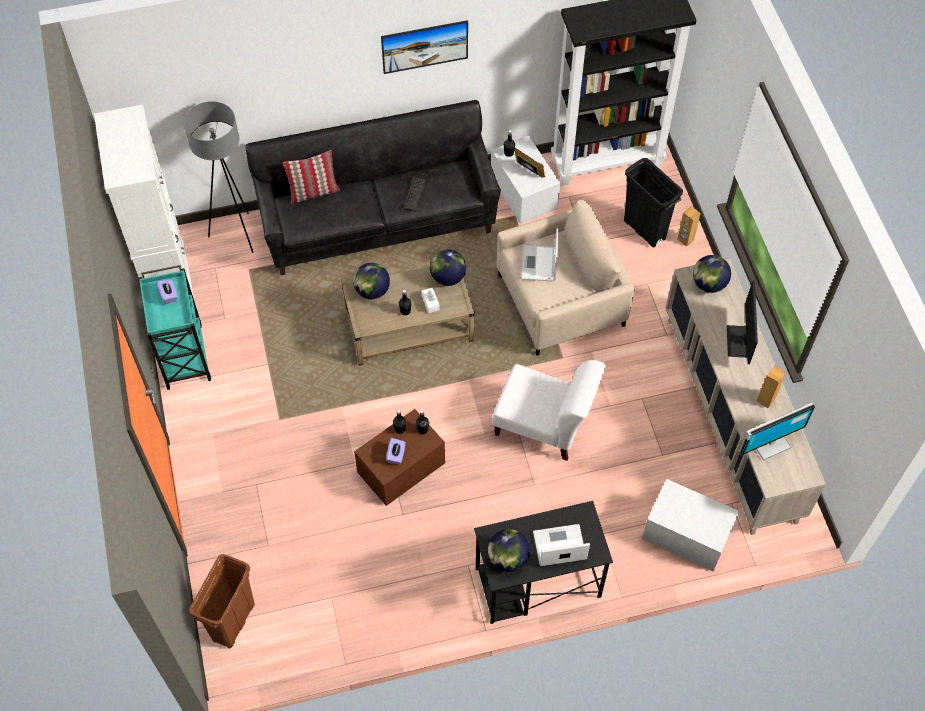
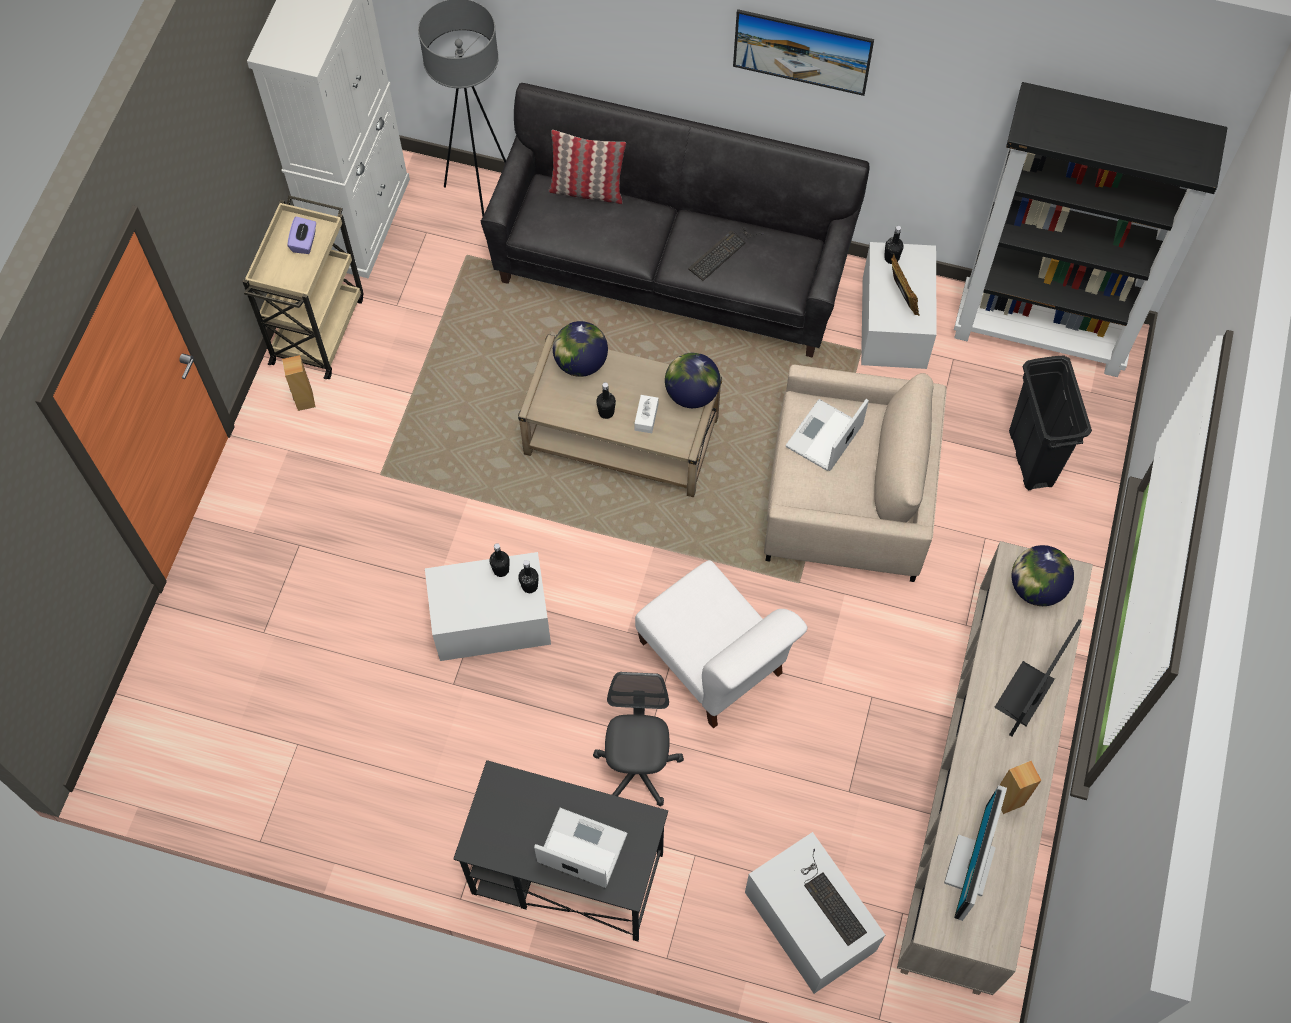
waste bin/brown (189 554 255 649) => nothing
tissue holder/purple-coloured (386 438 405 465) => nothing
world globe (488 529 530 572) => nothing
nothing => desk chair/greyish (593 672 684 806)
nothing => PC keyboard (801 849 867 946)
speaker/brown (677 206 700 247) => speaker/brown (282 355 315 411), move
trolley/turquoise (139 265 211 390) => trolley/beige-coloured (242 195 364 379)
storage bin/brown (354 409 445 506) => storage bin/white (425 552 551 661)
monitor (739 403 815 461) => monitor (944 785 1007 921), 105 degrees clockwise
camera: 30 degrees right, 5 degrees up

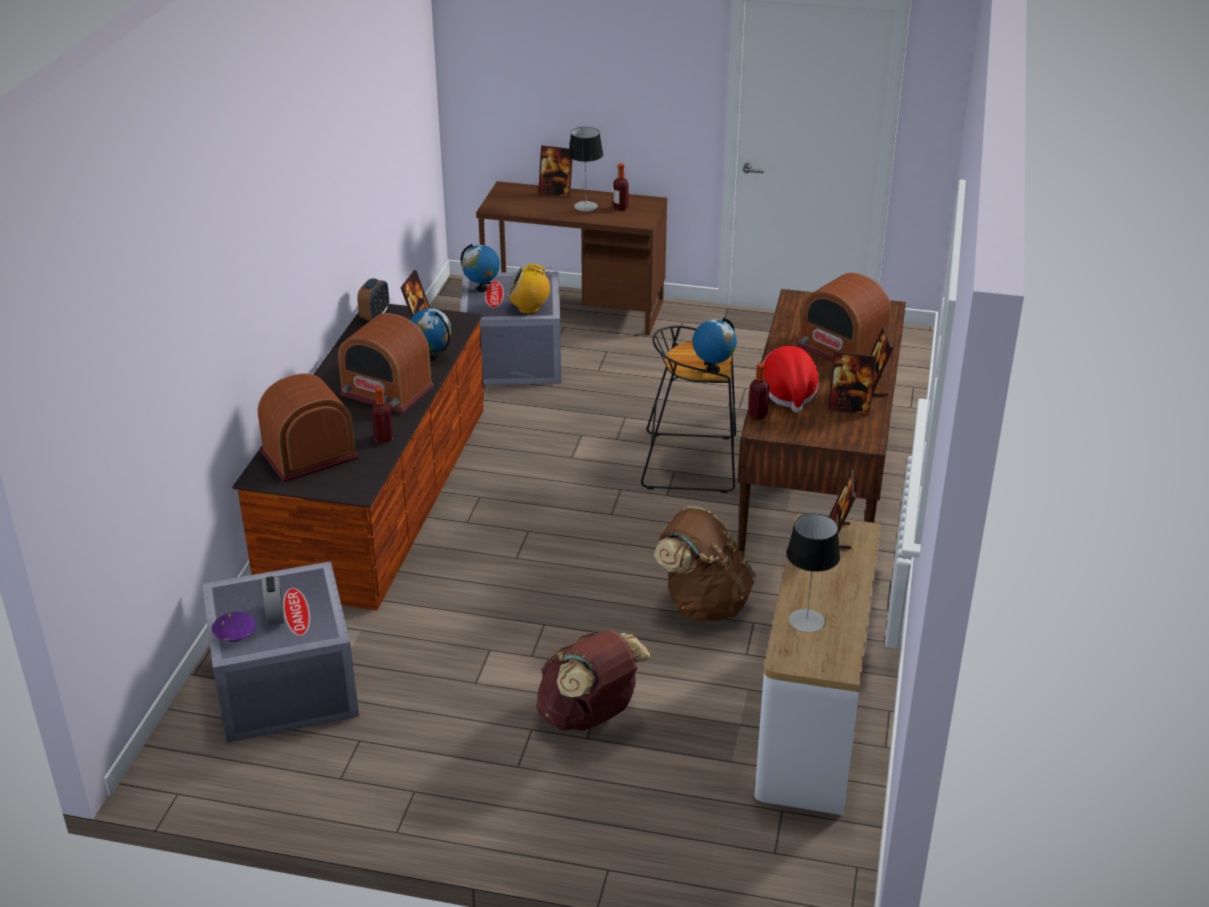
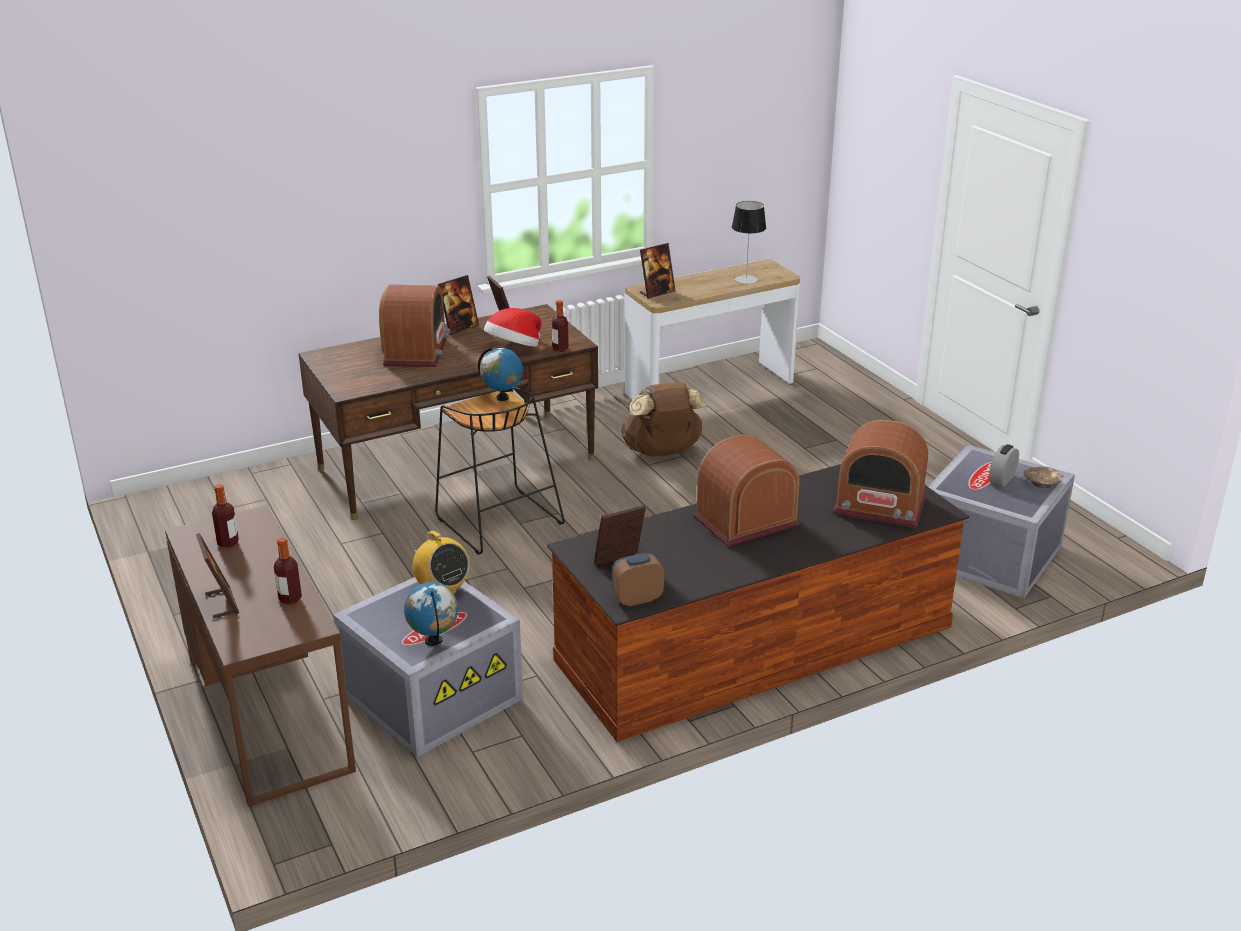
world globe (410 308 451 361) => nothing
knapsack/brown (536 631 651 731) => nothing
table lamp (568 127 603 212) => nothing
beverage bottle (371 387 393 443) => beverage bottle (274 537 302 605), move
bowl/purple-coloured (212 612 256 642) => bowl/brown (1024 467 1062 488)
radio (338 313 434 414) => radio (694 434 800 547), 105 degrees counterclockwise
camera: 130 degrees left, 5 degrees down

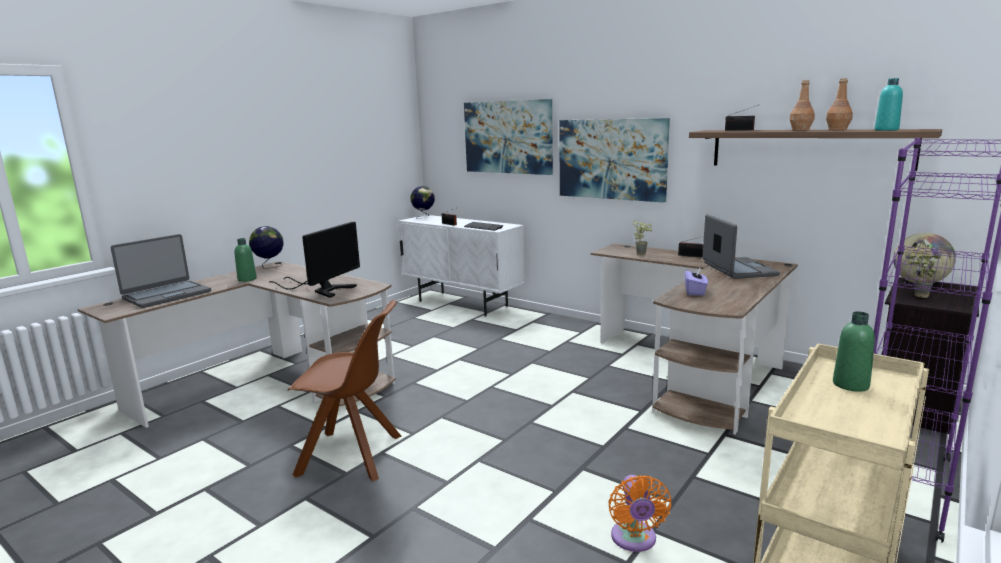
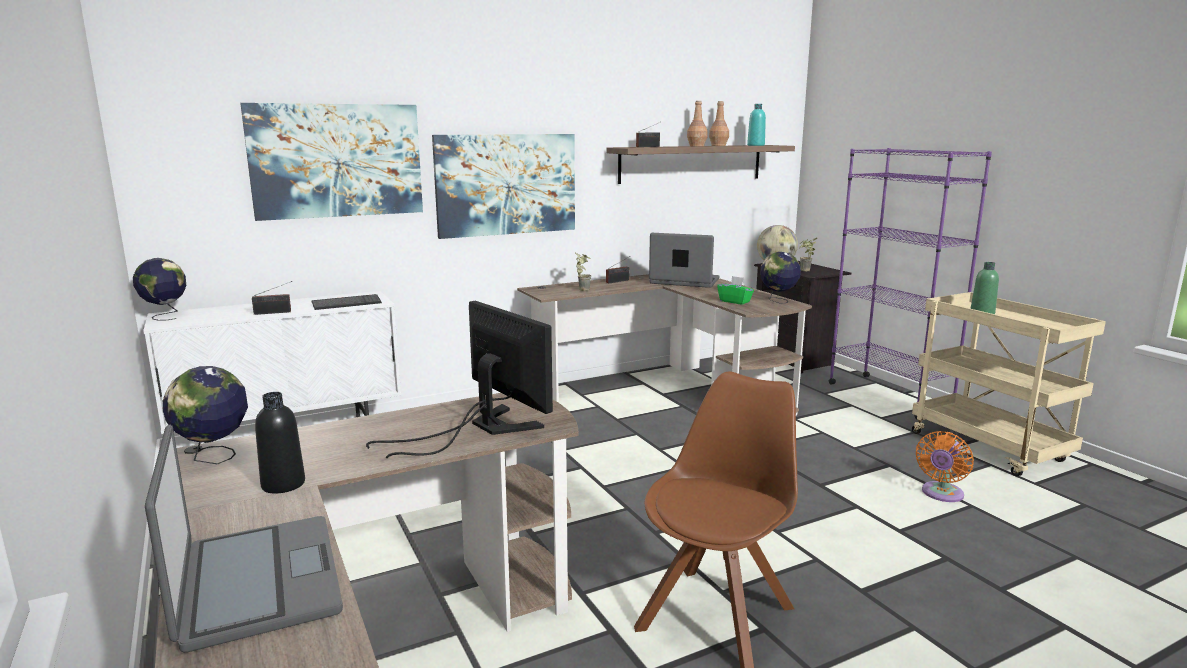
nothing => world globe (760 252 801 304)
beverage bottle/green-coloured (234 238 257 282) => beverage bottle/black (255 392 305 494)
tissue holder/purple-coloured (685 268 708 295) => tissue holder/green-coloured (717 276 754 305)
electric fan/orange (608 475 671 552) => electric fan/orange (916 431 974 502), 105 degrees clockwise
camera: 65 degrees left, 0 degrees up

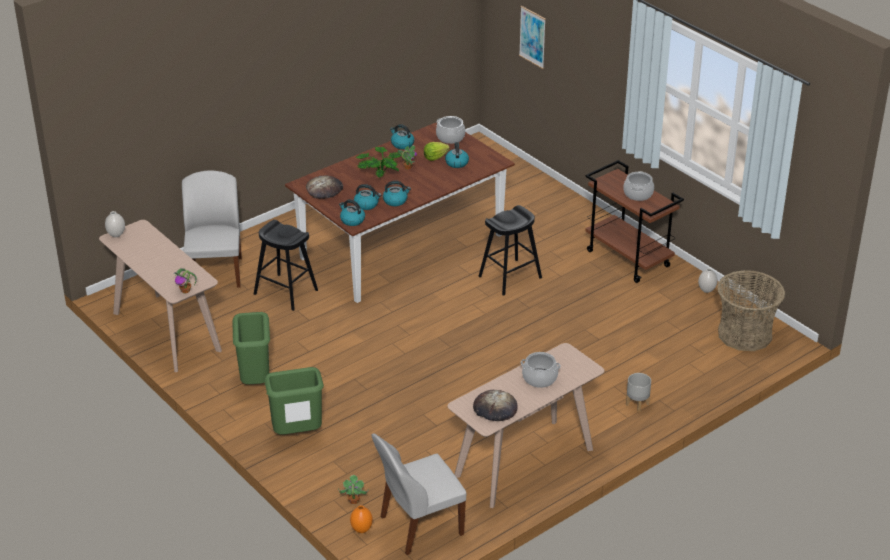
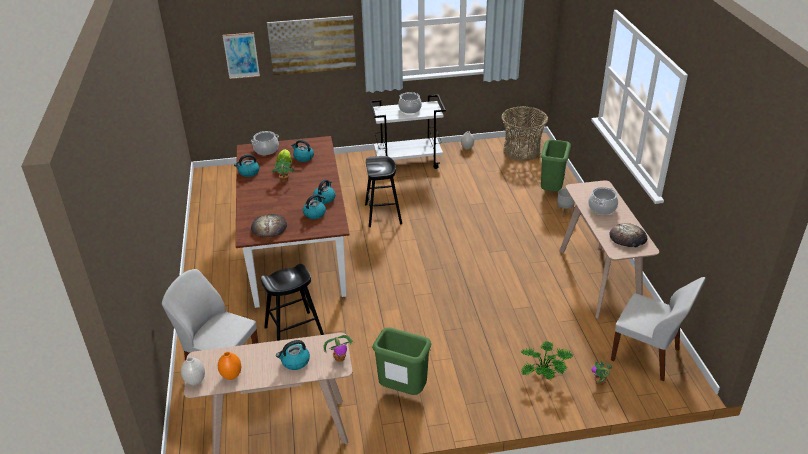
nothing => wall art (267 15 356 75)
waste bin/green-coloured (264 367 324 435) => waste bin/green-coloured (541 139 571 192), move
tea kettle (339 199 365 226) => tea kettle (276 340 310 370), move
vase/orange (350 505 373 533) => vase/orange (218 352 241 380), move
plant in a pot (356 147 402 178) => plant in a pot (521 341 574 380), move
trolley/brown (585 160 684 283) => trolley/white (370 94 446 169)
plain chair/white (372 433 466 555) => plain chair/white (611 277 706 381), 60 degrees counterclockwise
camera: 60 degrees left, 0 degrees up

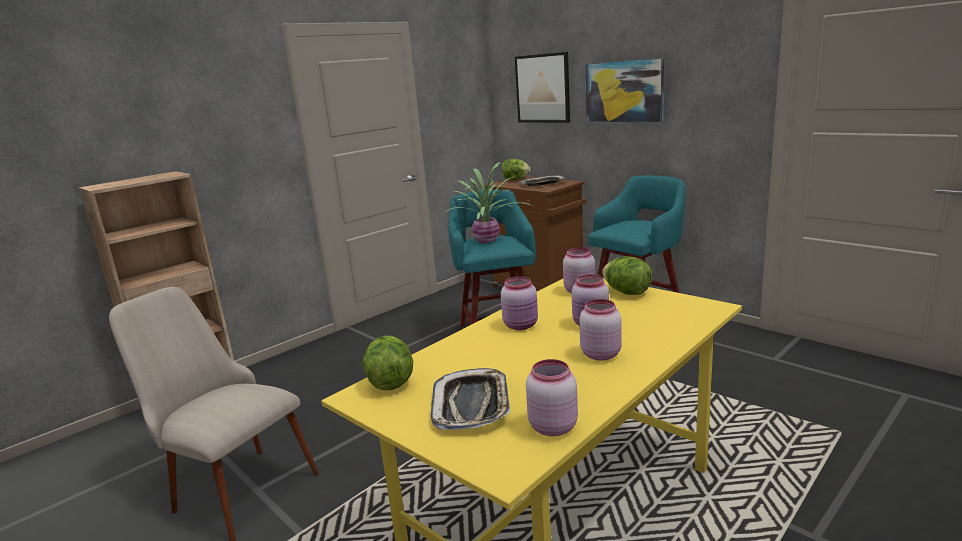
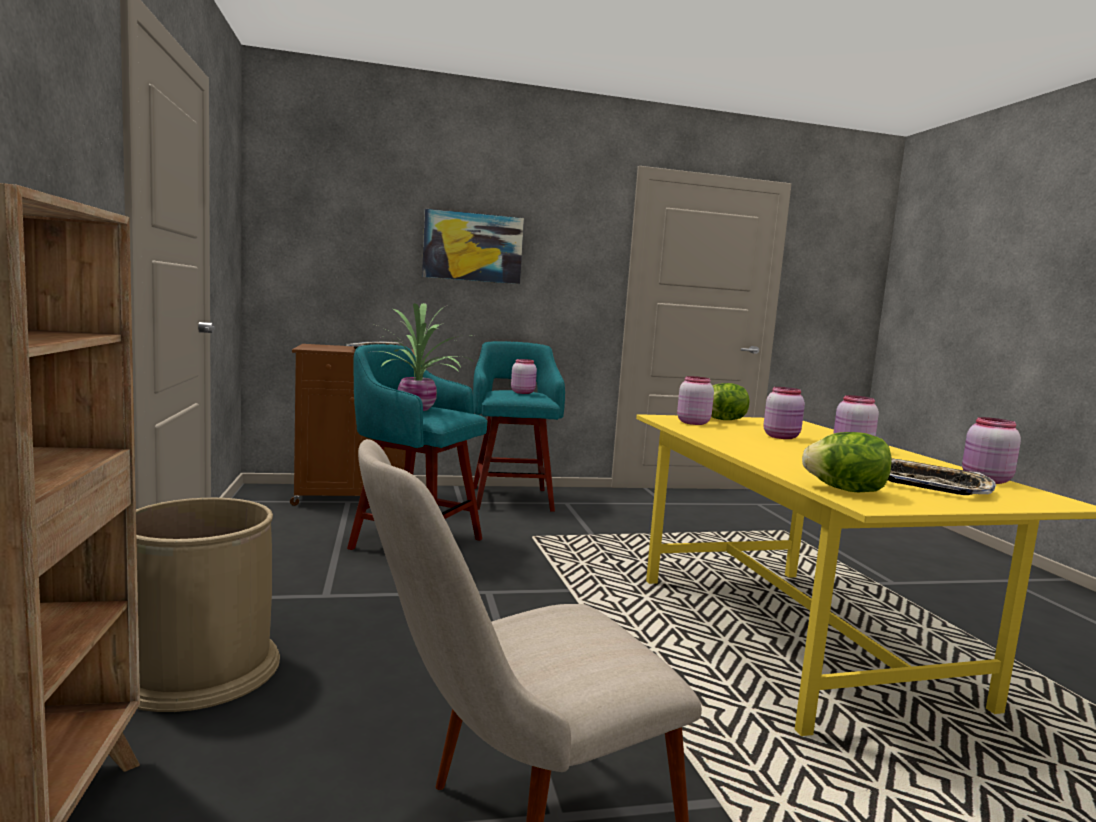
head of lettuce (502 159 531 180) => nothing
wall art (515 52 570 123) => nothing
nothing => waste bin/brown (136 498 280 712)
storage jar/pinkish (501 276 538 330) => storage jar/pinkish (511 359 537 394), move
camera: 60 degrees left, 10 degrees down

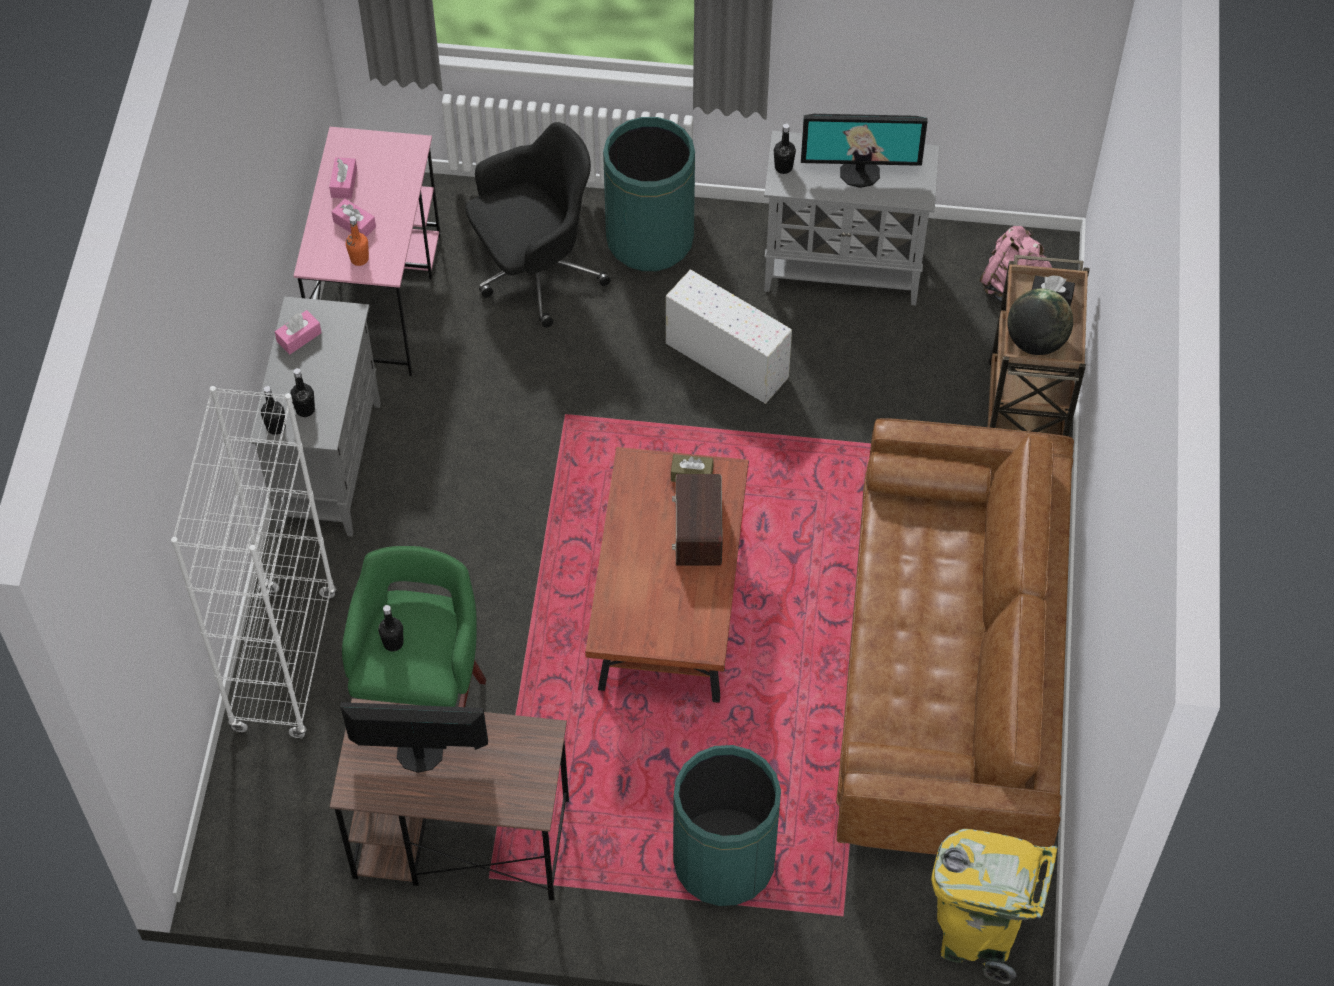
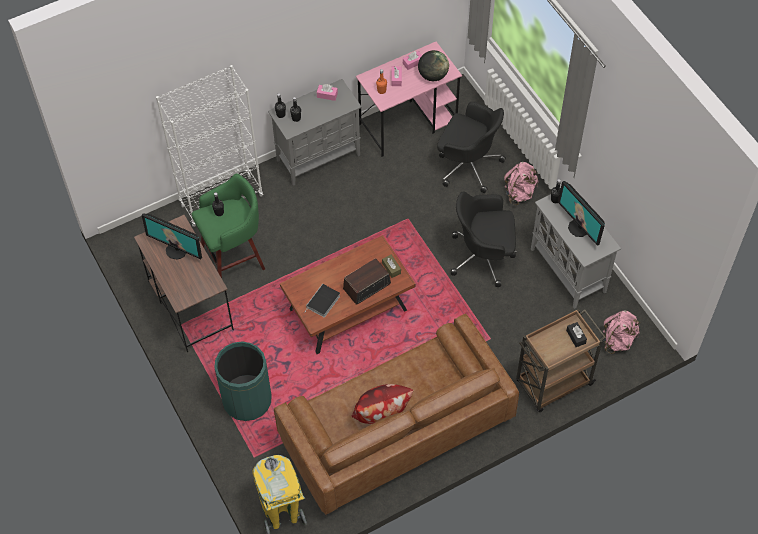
nothing => book (305 284 340 317)
nothing => pillow (352 384 414 424)
world globe (1007 289 1073 355) => world globe (418 50 449 81), move
waste bin/green-coloured (603 117 695 271) => knapsack/pinkish (504 162 539 205)
storage bin/white (666 270 792 404) => desk chair/black (451 191 517 287)
monitor (340 702 488 773) => monitor (142 214 202 260), 150 degrees clockwise
camera: 55 degrees right, 0 degrees up

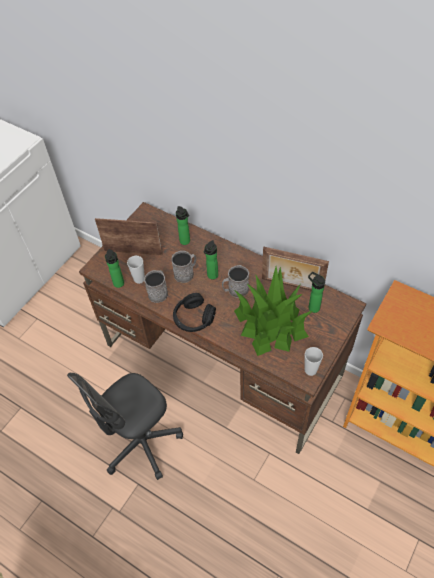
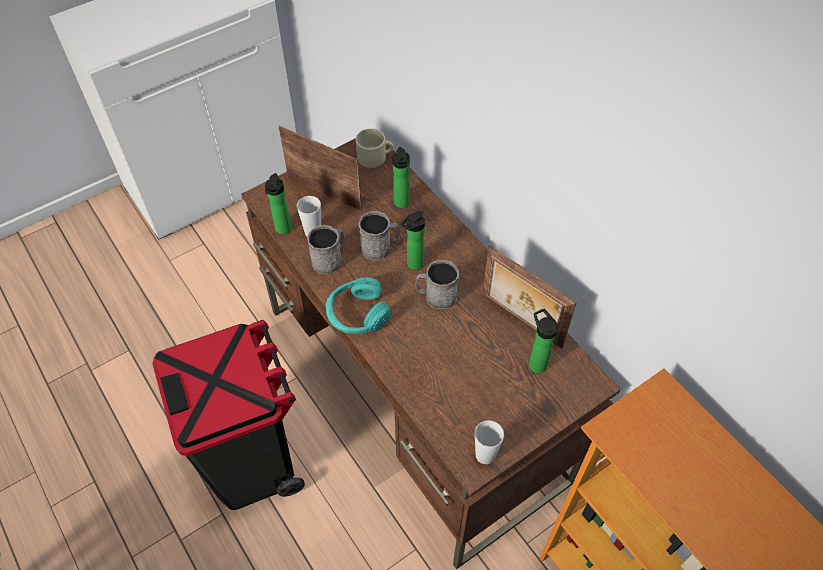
plant in a pot (234 266 312 356) => nothing
nothing => coffee mug/beige-coloured (356 129 394 168)
desk chair/greyish (67 373 183 480) => waste bin/black (153 320 305 510)
headset/black (173 293 216 332) => headset/turquoise (326 277 392 334)
camera: 20 degrees right, 0 degrees up

